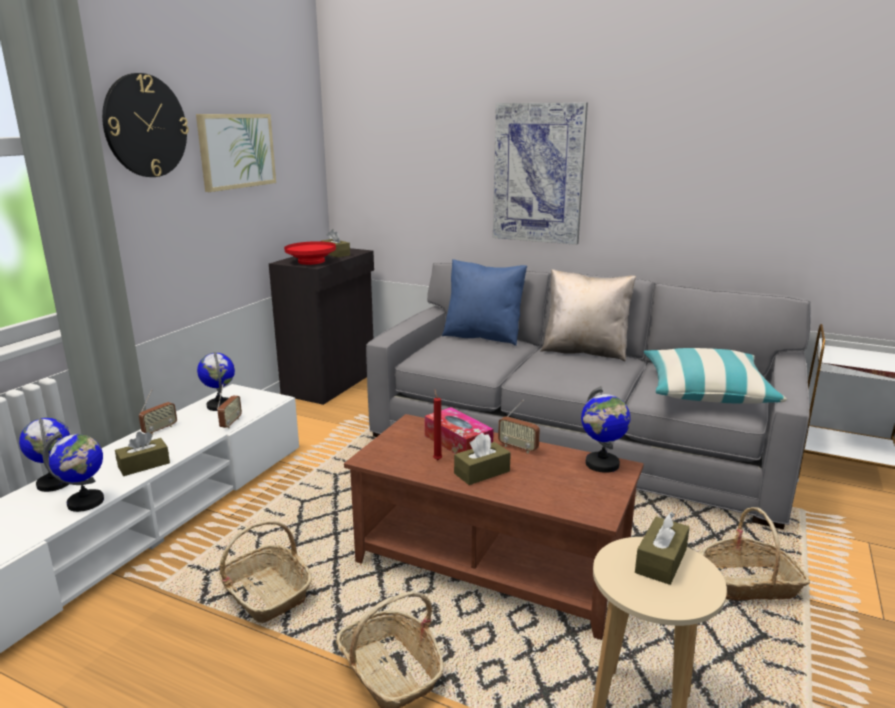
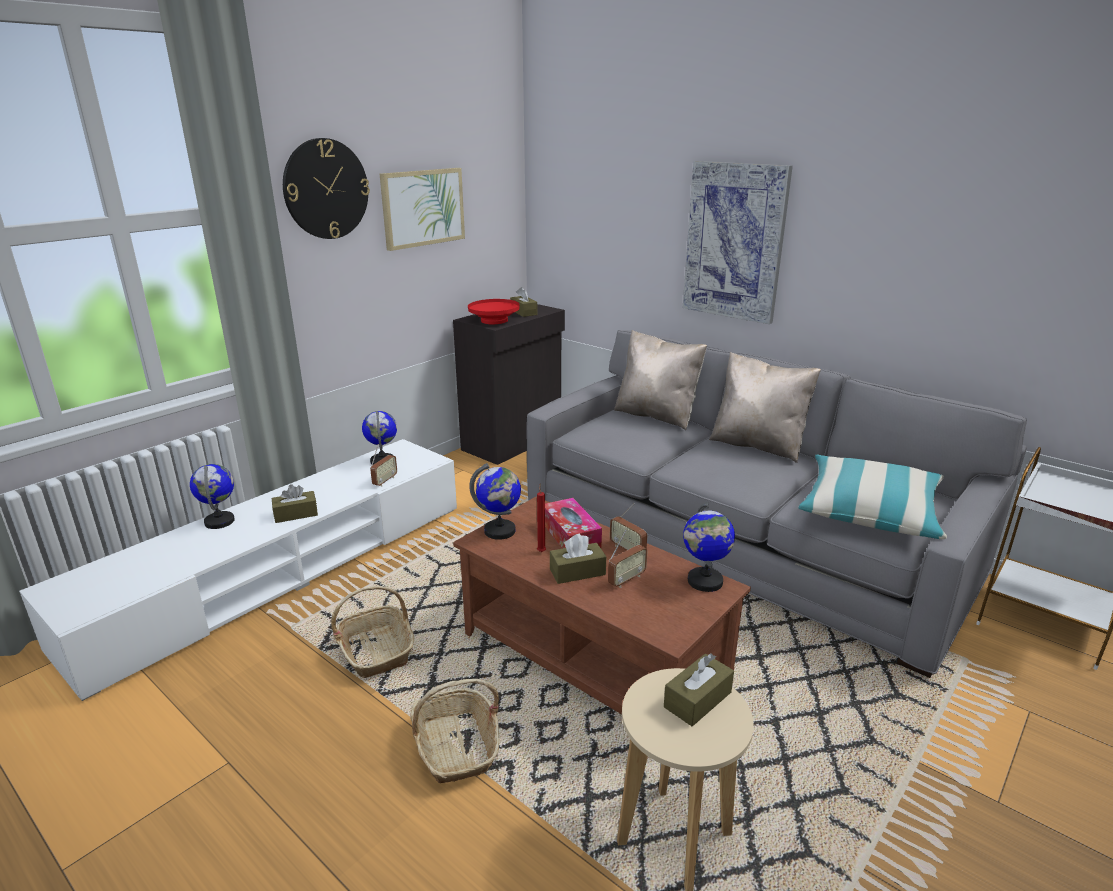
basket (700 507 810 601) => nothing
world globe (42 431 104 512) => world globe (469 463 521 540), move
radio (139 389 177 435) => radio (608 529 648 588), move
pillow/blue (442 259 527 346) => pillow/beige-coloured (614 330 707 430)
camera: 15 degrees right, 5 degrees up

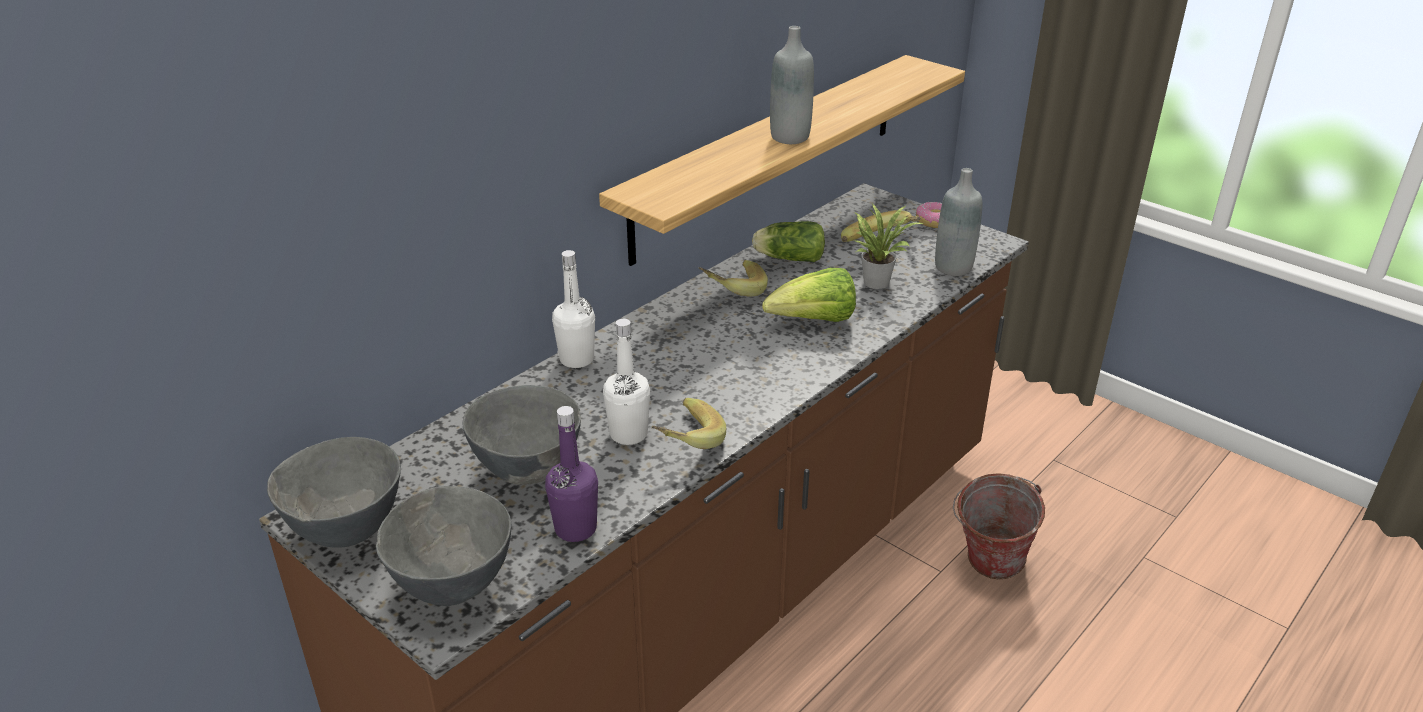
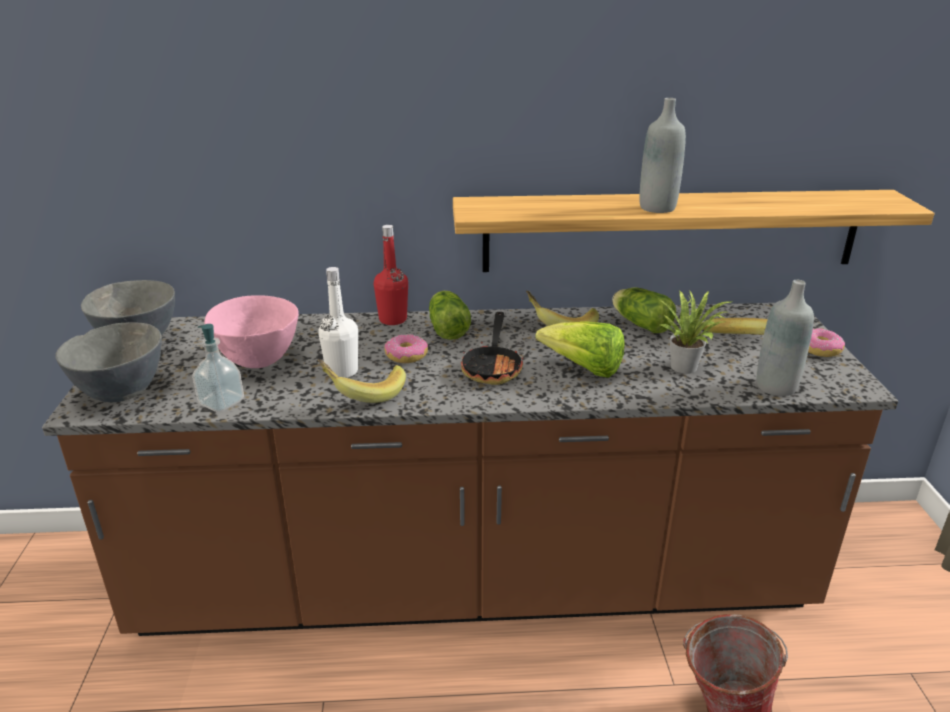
nothing => doughnut (384 334 428 363)
nothing => head of lettuce (429 291 471 340)
nothing => frying pan (461 312 523 385)
beverage bottle/purple-coloured (545 406 598 542) => soap bottle (192 324 244 413)
bowl/greyish (463 385 581 485) => bowl/pinkish (204 295 299 368)
beverage bottle/white (552 250 595 368) => beverage bottle/red (374 225 408 325)
camera: 45 degrees right, 5 degrees down

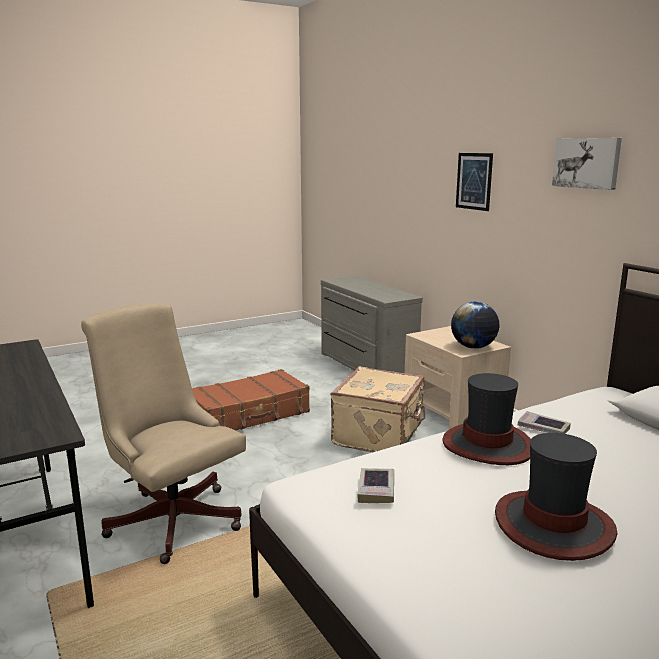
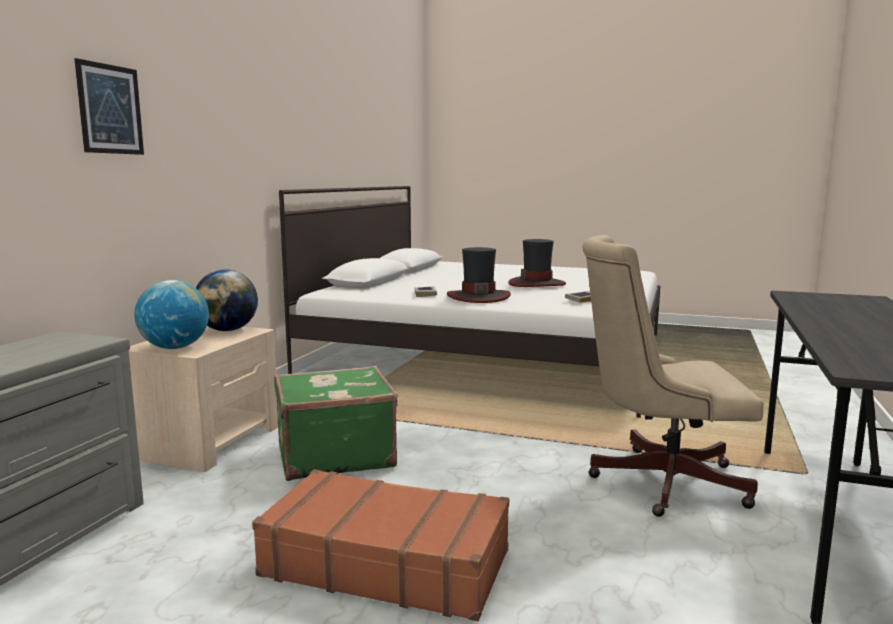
wall art (552 138 622 190) => nothing
nothing => world globe (134 280 209 349)
piece of luggage/beige-coloured (331 366 425 452) => piece of luggage/green-coloured (274 366 398 481)
desk chair/beige-coloured (81 303 246 564) => desk chair/beige-coloured (582 235 763 517), 90 degrees clockwise
camera: 130 degrees left, 5 degrees down

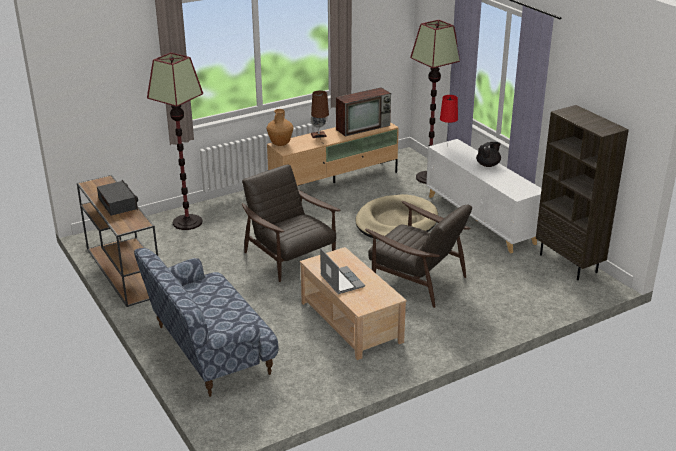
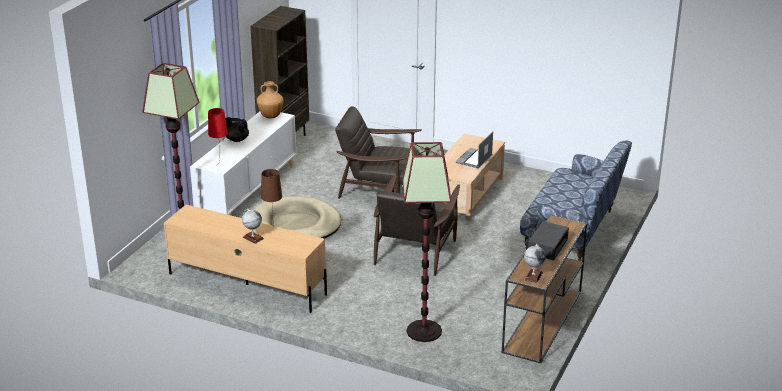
TV (336 88 391 136) => nothing
nothing => world globe (524 244 546 283)
vase/brown (267 109 294 146) => vase/brown (257 81 284 119), move
easy chair/brown (365 201 472 308) => easy chair/brown (335 106 422 199), 75 degrees counterclockwise
camera: 125 degrees left, 0 degrees up

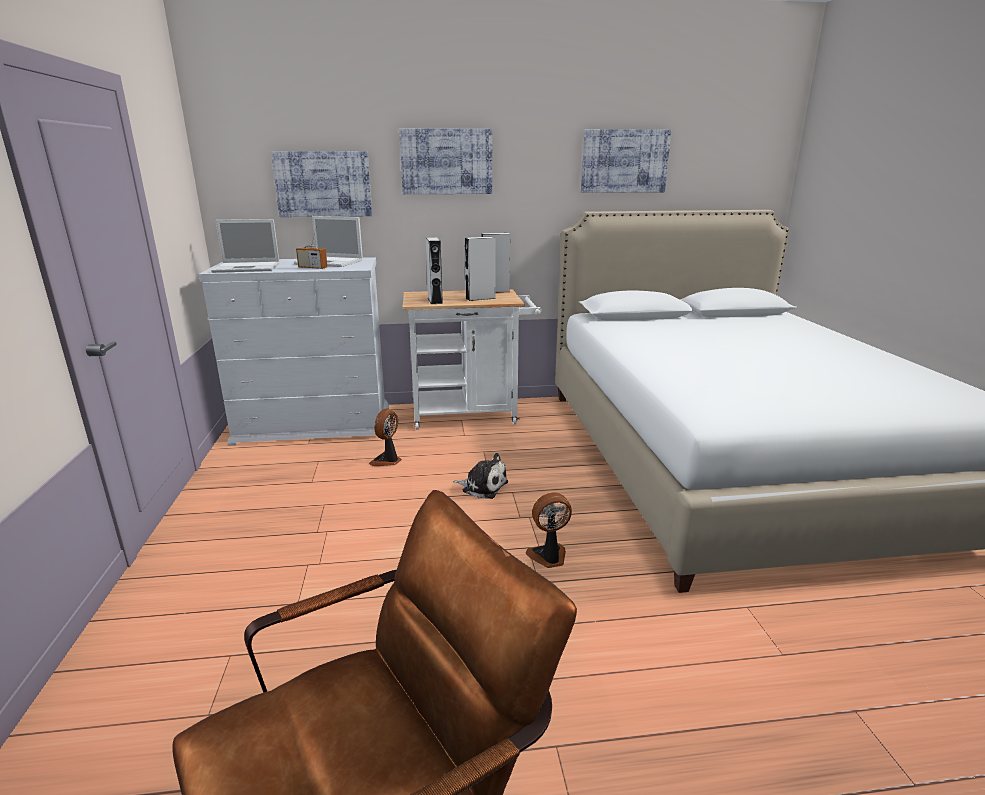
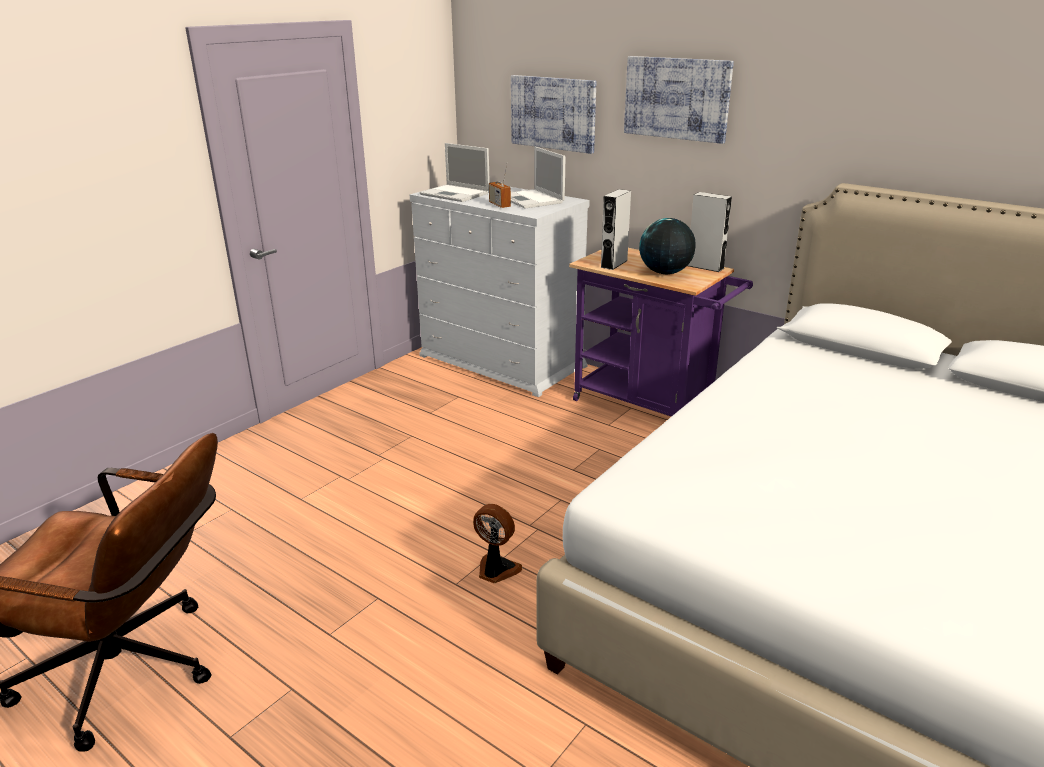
electric fan (369 408 402 466) => nothing
soft toy (453 453 508 499) => nothing
wall art (581 129 671 193) => nothing
speaker/greyish (465 236 496 301) => world globe (639 218 696 274)
trolley/white (403 289 542 430) => trolley/purple-coloured (569 248 753 417)
camera: 45 degrees right, 5 degrees up

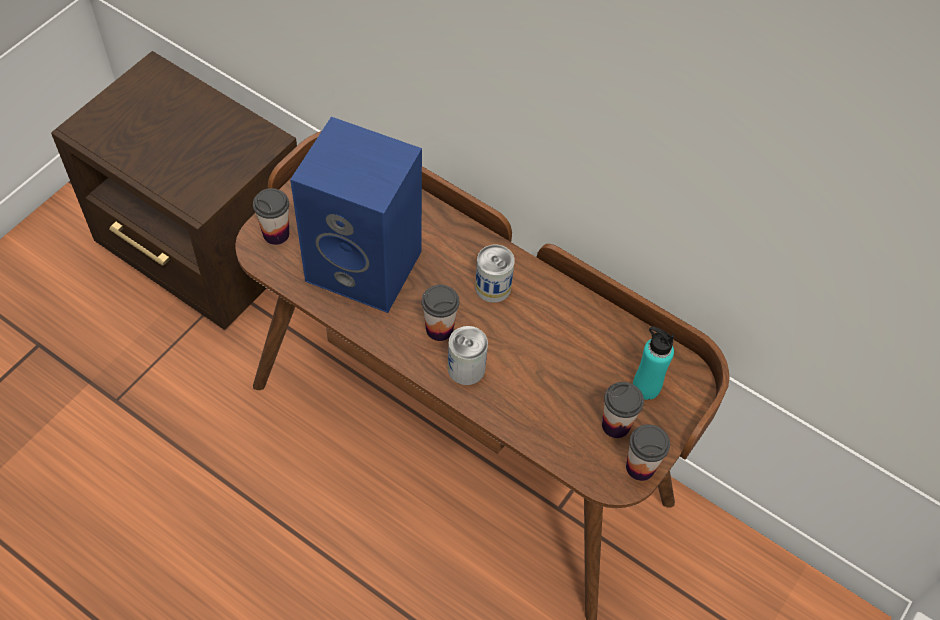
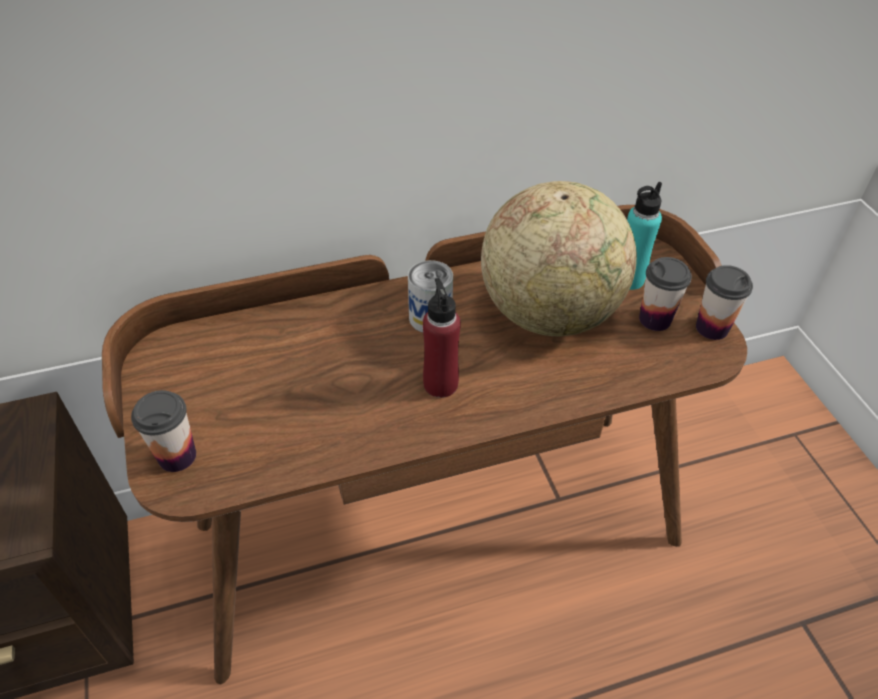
speaker/blue (290 117 422 313) => nothing
sealed can (448 326 488 385) => nothing
nothing => world globe (481 181 637 336)
drinking cup (422 285 459 341) => beverage bottle/red (423 278 461 398)
camera: 50 degrees left, 10 degrees down

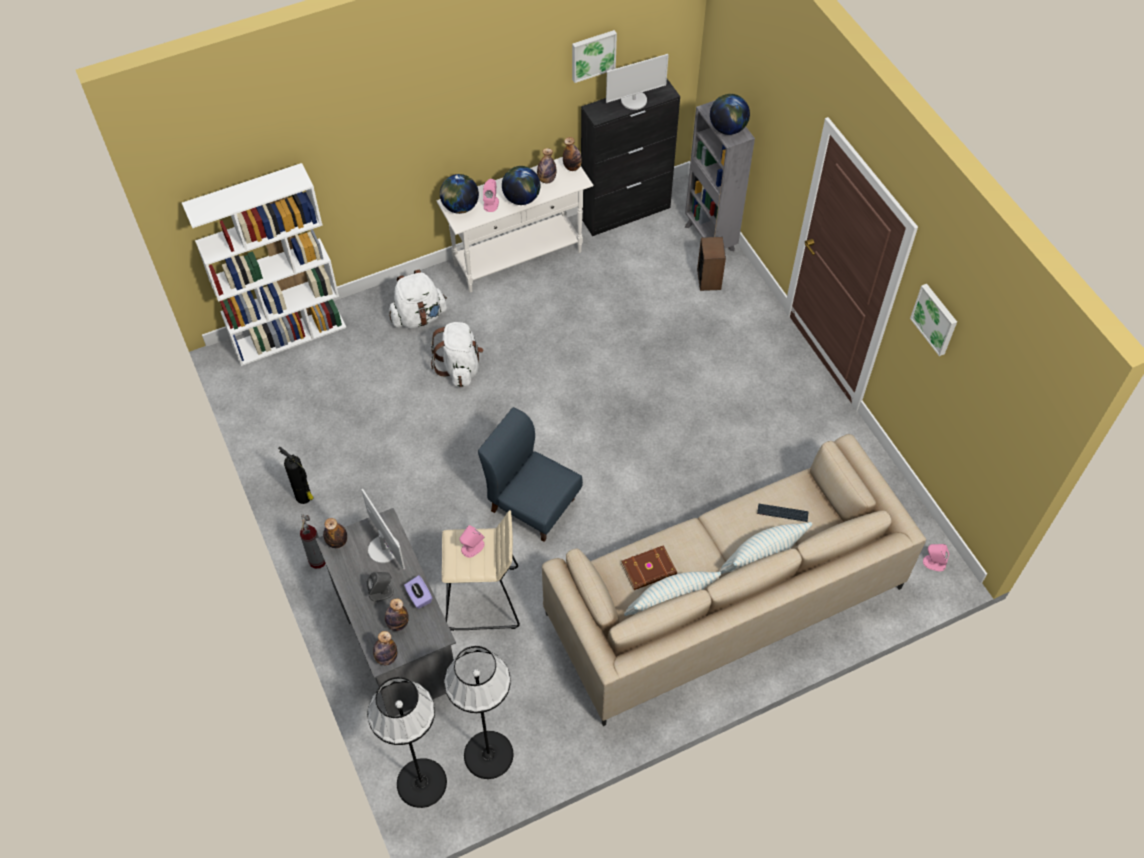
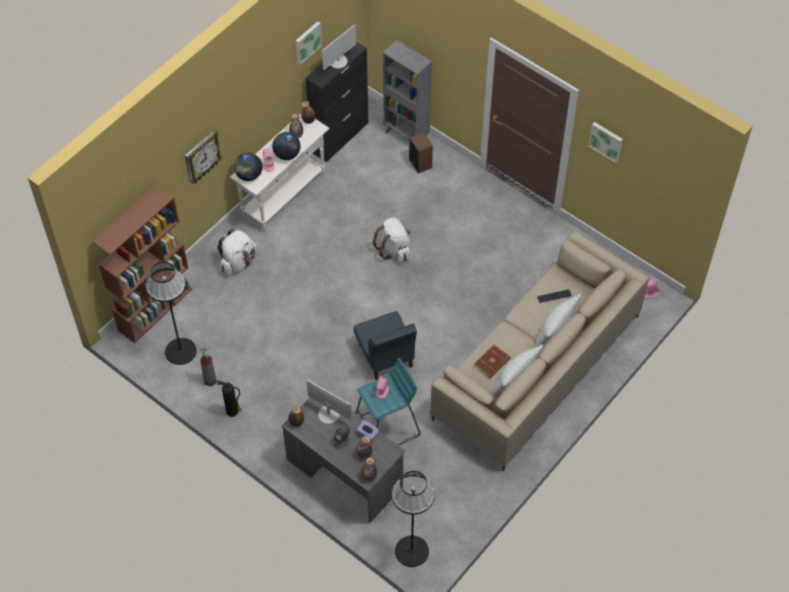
world globe (710 94 750 135) => nothing
nothing => clock on the wall (185 129 222 184)
fire extinguisher (300 514 326 569) => fire extinguisher (200 348 217 386), move
knapsack/white (431 322 483 387) => knapsack/white (373 217 411 262), move
standard lamp/black (444 646 514 779) => standard lamp/black (146 262 197 365), move
bookshelf/white (182 163 346 366) => bookshelf/brown (92 185 193 343)
stool seat/beige-coloured (442 510 520 631) => stool seat/turquoise (356 358 420 445)
plain chair/blue (478 407 583 542) => plain chair/blue (354 311 417 380), 120 degrees counterclockwise
camera: 25 degrees left, 0 degrees up

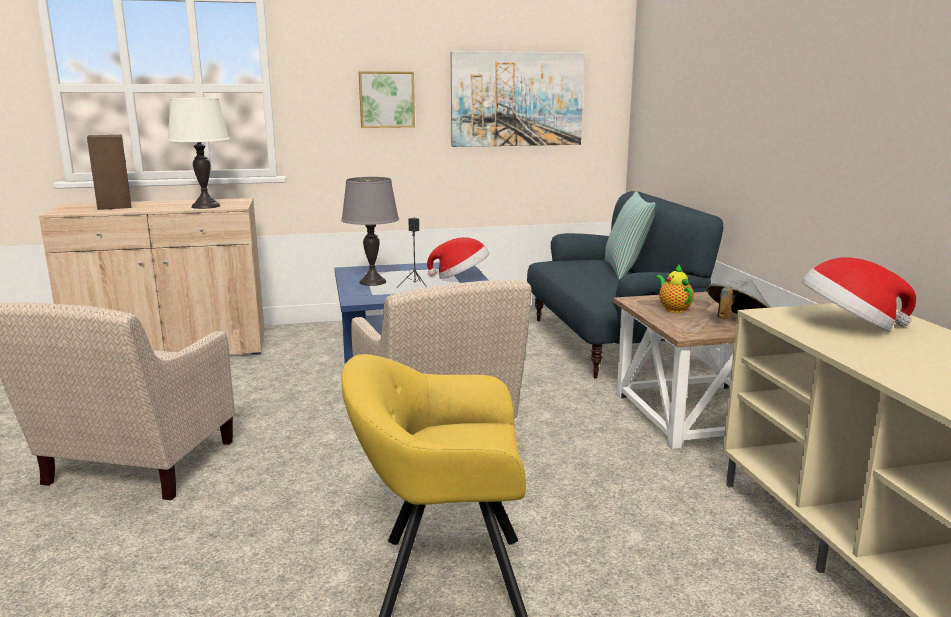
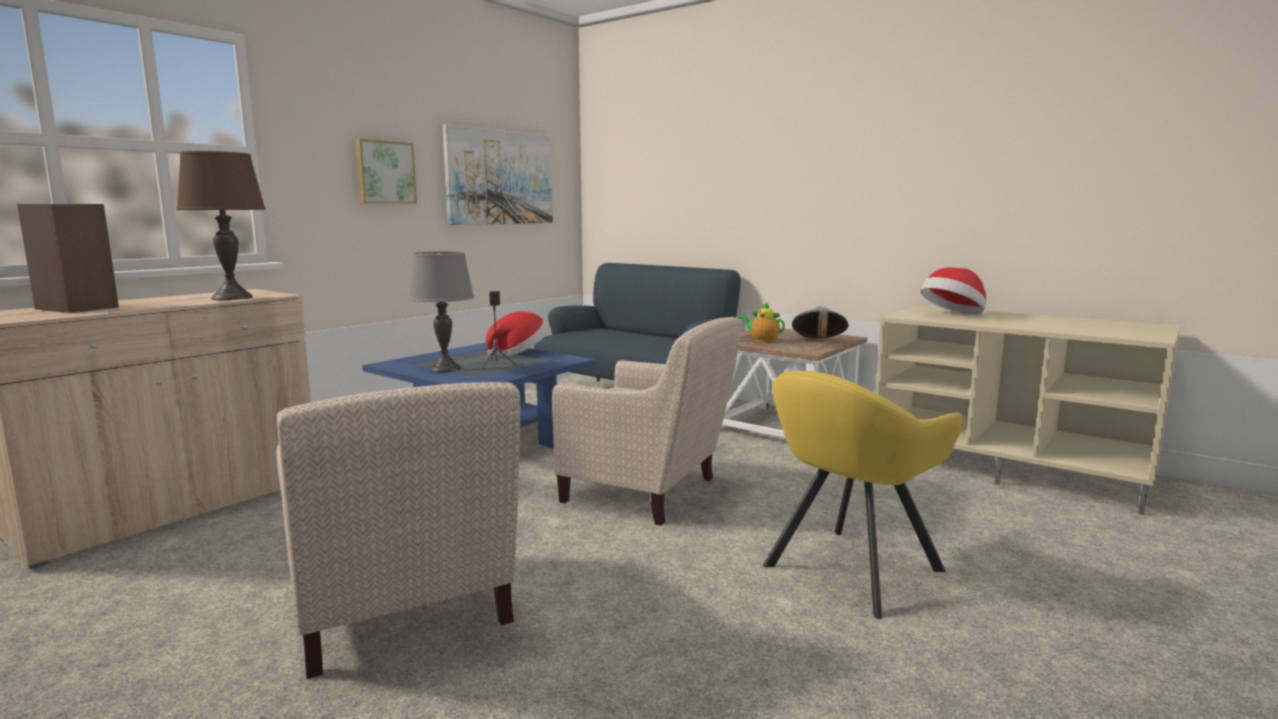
pillow (604 191 656 280) => nothing
table lamp/white (167 97 230 209) => table lamp/brown (176 151 266 300)
camera: 40 degrees left, 5 degrees down

